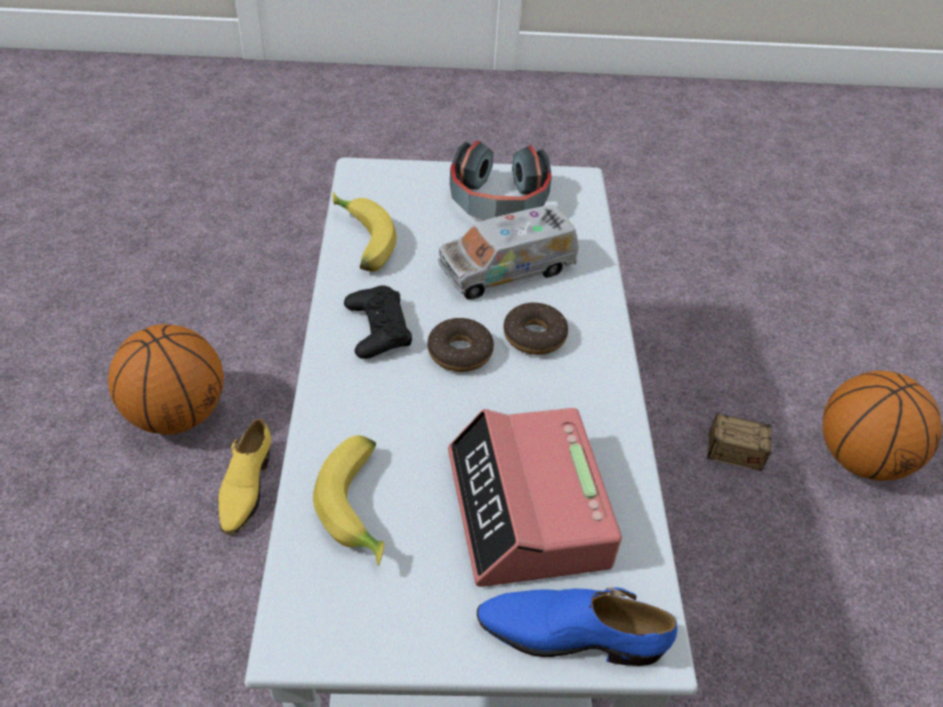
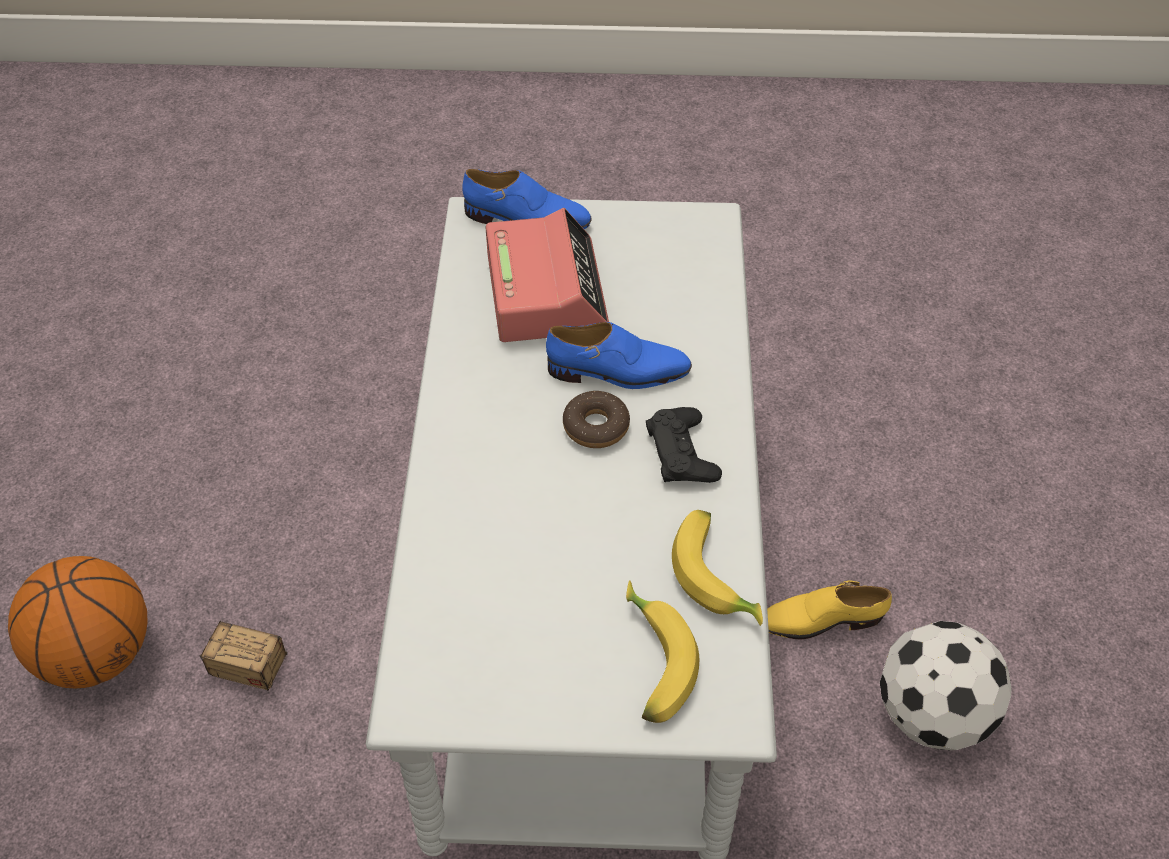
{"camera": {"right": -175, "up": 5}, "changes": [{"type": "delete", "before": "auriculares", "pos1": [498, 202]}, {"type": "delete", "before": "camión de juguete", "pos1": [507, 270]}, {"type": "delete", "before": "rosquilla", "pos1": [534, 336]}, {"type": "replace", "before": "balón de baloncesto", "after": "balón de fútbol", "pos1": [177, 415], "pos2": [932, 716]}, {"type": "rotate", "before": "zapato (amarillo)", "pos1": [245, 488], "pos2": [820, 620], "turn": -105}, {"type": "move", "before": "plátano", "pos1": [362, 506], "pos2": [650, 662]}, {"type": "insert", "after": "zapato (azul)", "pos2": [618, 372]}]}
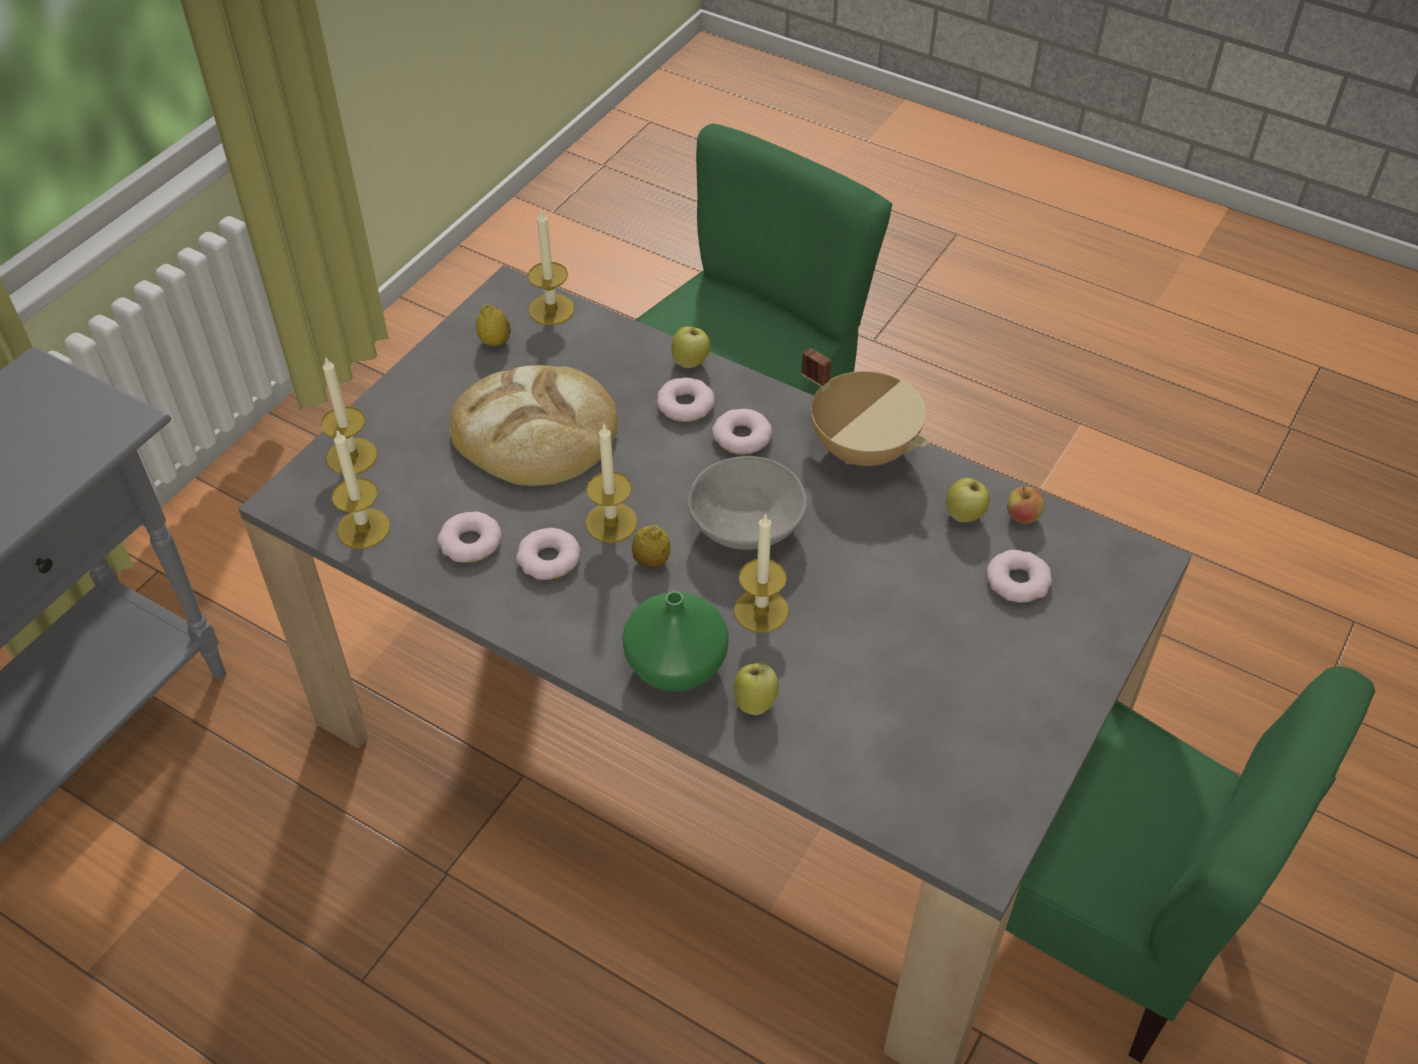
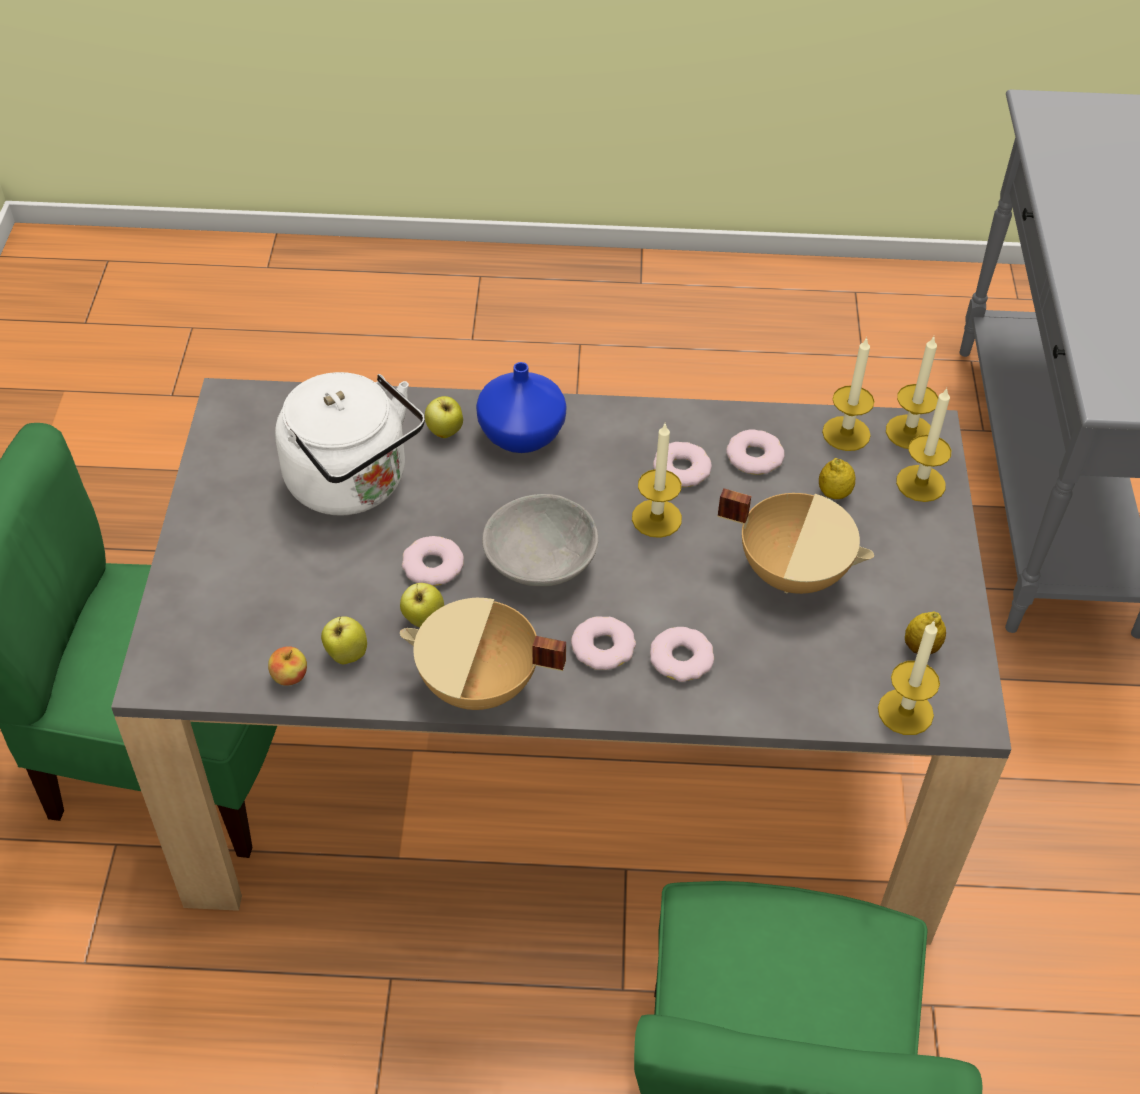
{"camera": {"right": 150, "up": 0}, "changes": [{"type": "move", "before": "manzana", "pos1": [691, 362], "pos2": [423, 620]}, {"type": "replace", "before": "pan", "after": "olla (beis)", "pos1": [536, 431], "pos2": [792, 571]}, {"type": "move", "before": "vela", "pos1": [761, 610], "pos2": [909, 432]}, {"type": "move", "before": "limón", "pos1": [651, 561], "pos2": [834, 493]}, {"type": "move", "before": "rosquilla", "pos1": [1018, 581], "pos2": [433, 566]}, {"type": "recolor", "before": "florero (verde)", "after": "florero (azul)", "pos1": [677, 663], "pos2": [521, 436]}, {"type": "insert", "after": "hervidor (blanco)", "pos2": [353, 485]}]}
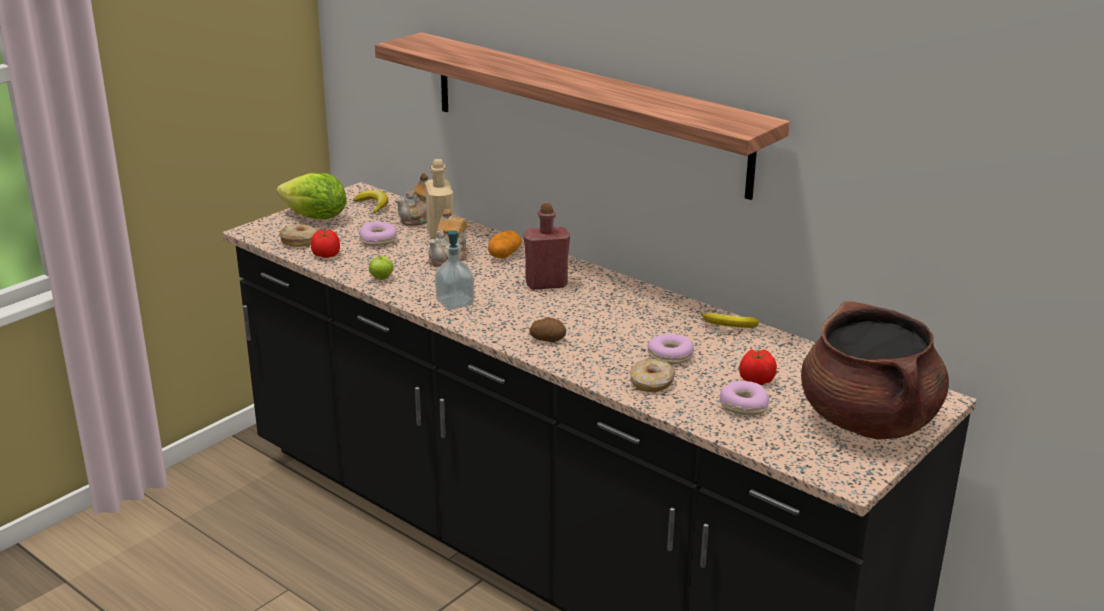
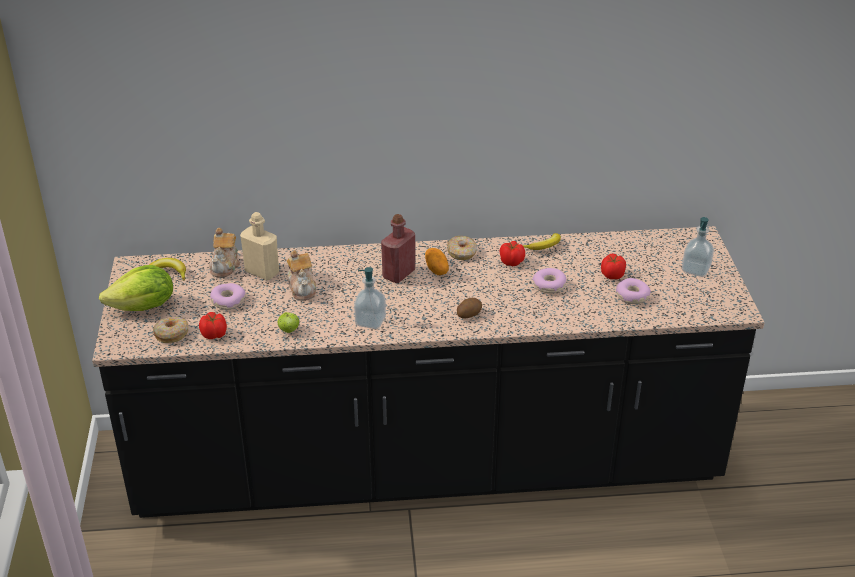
{"camera": {"right": -45, "up": 10}, "changes": [{"type": "delete", "before": "estante", "pos1": [585, 111]}, {"type": "move", "before": "patata", "pos1": [504, 254], "pos2": [436, 269]}, {"type": "replace", "before": "olla (marrón)", "after": "dispensador de jabón", "pos1": [868, 421], "pos2": [695, 269]}, {"type": "move", "before": "rosquilla", "pos1": [652, 383], "pos2": [462, 253]}, {"type": "insert", "after": "tomate", "pos2": [511, 262]}]}
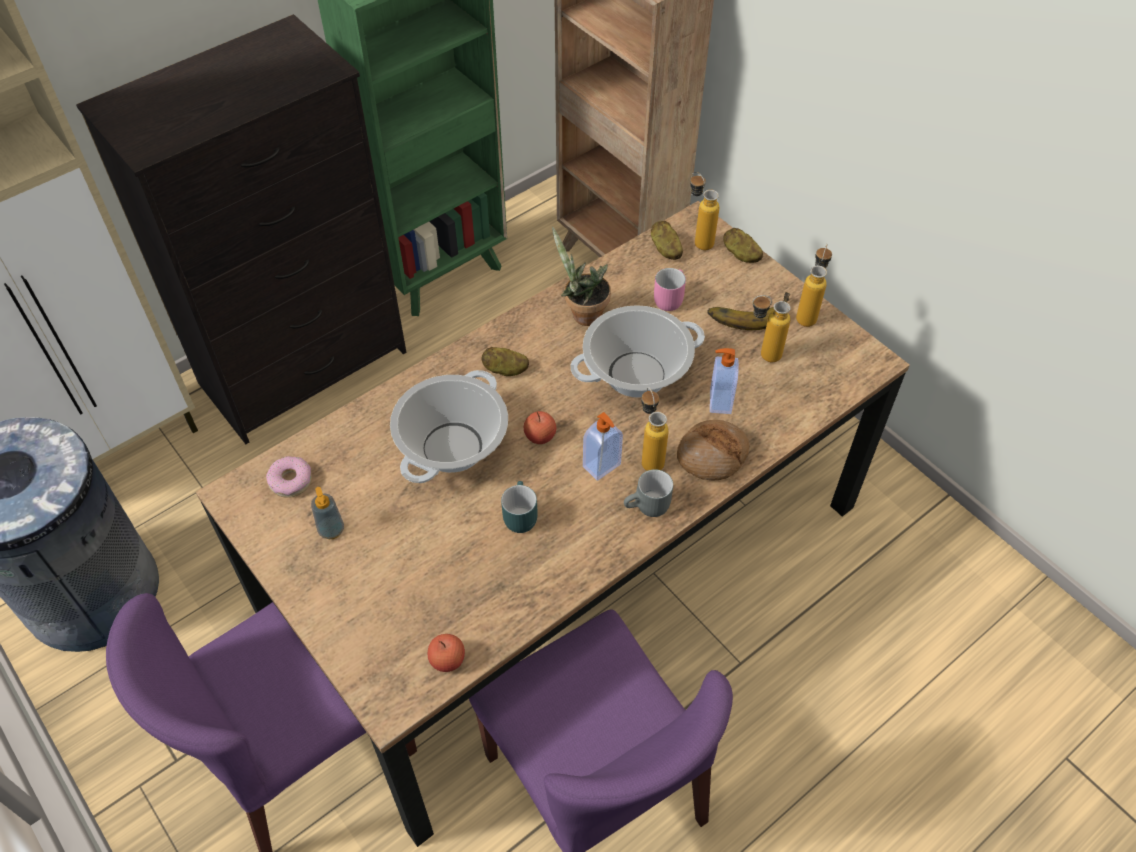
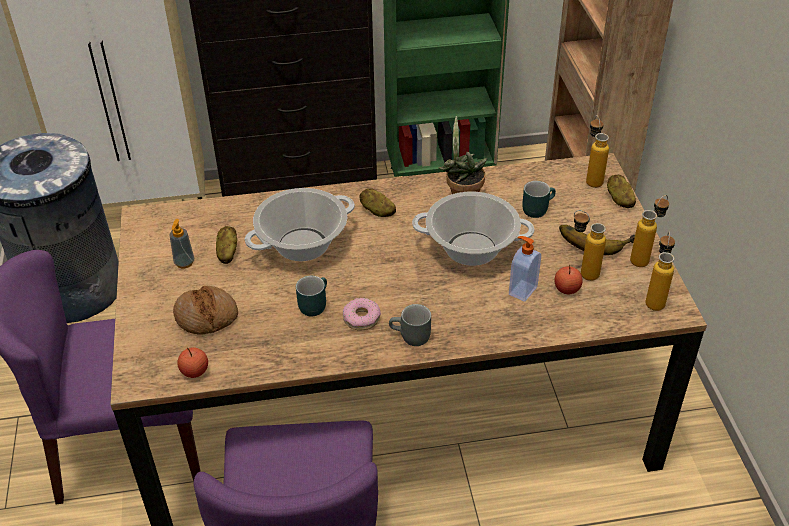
{"camera": {"right": 30, "up": -10}, "changes": [{"type": "move", "before": "patata", "pos1": [665, 249], "pos2": [227, 253]}, {"type": "recolor", "before": "taza grande (rosa)", "after": "taza grande (turquesa)", "pos1": [668, 298], "pos2": [536, 208]}, {"type": "move", "before": "botella", "pos1": [649, 457], "pos2": [655, 299]}, {"type": "move", "before": "manzana", "pos1": [540, 436], "pos2": [567, 289]}, {"type": "delete", "before": "dispensador de jabón", "pos1": [602, 466]}, {"type": "move", "before": "pan", "pos1": [712, 455], "pos2": [206, 316]}, {"type": "move", "before": "rosquilla", "pos1": [290, 481], "pos2": [361, 318]}]}
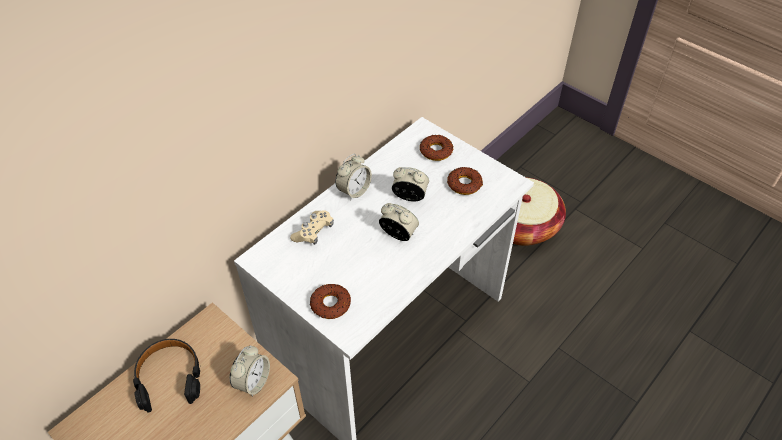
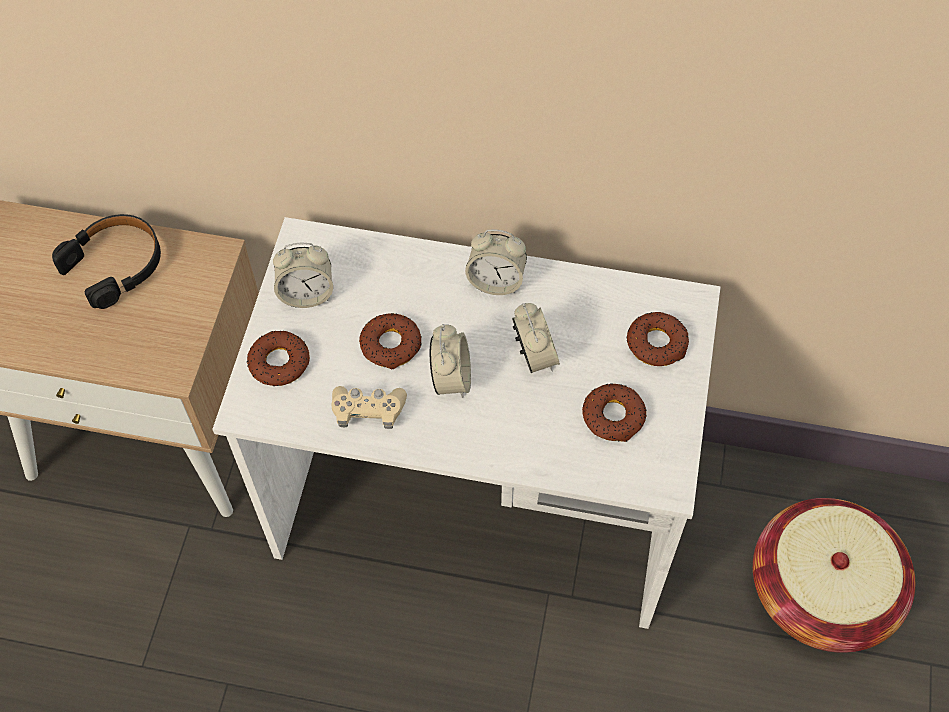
{"camera": {"right": 60, "up": 10}, "changes": [{"type": "move", "before": "mando de consola (beis)", "pos1": [313, 232], "pos2": [368, 411]}, {"type": "move", "before": "despertador", "pos1": [253, 382], "pos2": [307, 294]}, {"type": "insert", "after": "rosquilla", "pos2": [391, 345]}]}
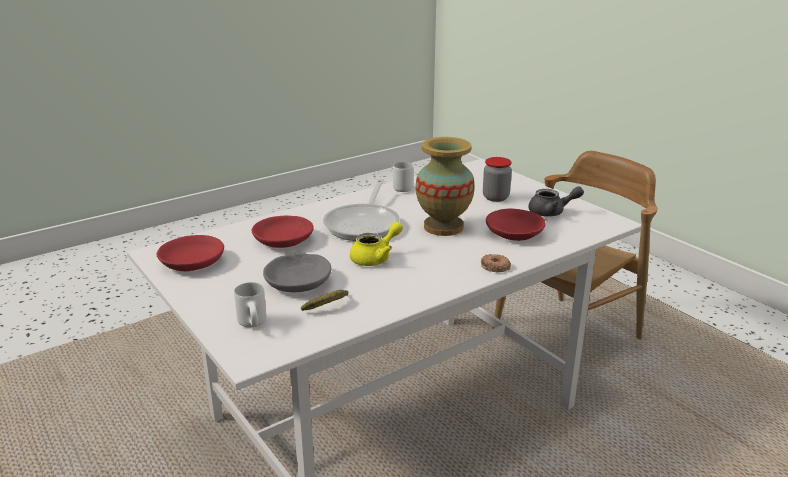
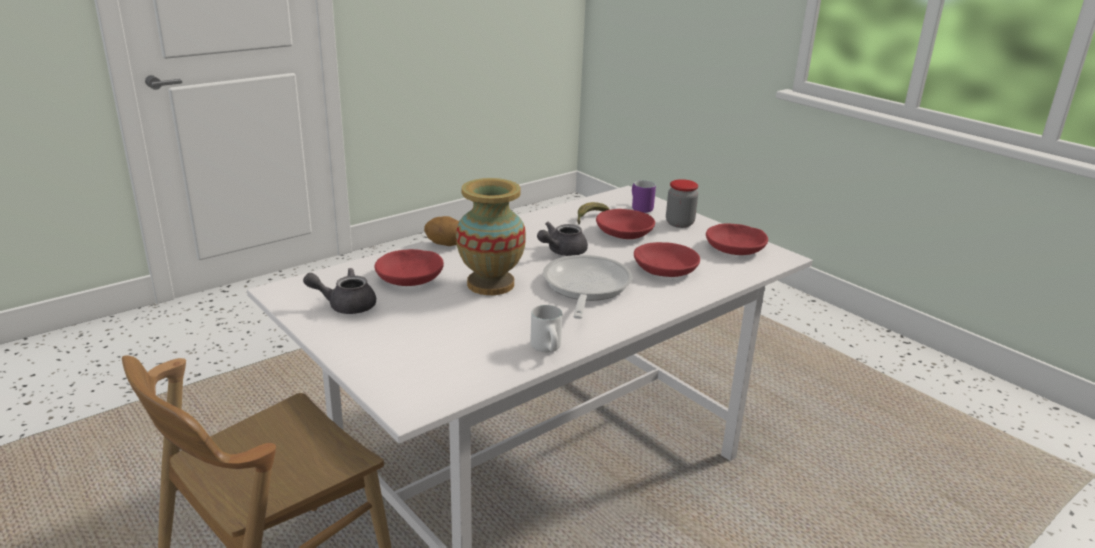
{"camera": {"right": 175, "up": 0}, "changes": [{"type": "move", "before": "tarro", "pos1": [495, 197], "pos2": [679, 223]}, {"type": "recolor", "before": "tetera (amarillo)", "after": "tetera (gris)", "pos1": [376, 258], "pos2": [561, 252]}, {"type": "recolor", "before": "cuenco (gris)", "after": "cuenco (rojo)", "pos1": [299, 282], "pos2": [624, 233]}, {"type": "replace", "before": "rosquilla", "after": "patata", "pos1": [495, 266], "pos2": [445, 244]}, {"type": "recolor", "before": "taza grande (blanco)", "after": "taza grande (morado)", "pos1": [255, 324], "pos2": [638, 208]}]}
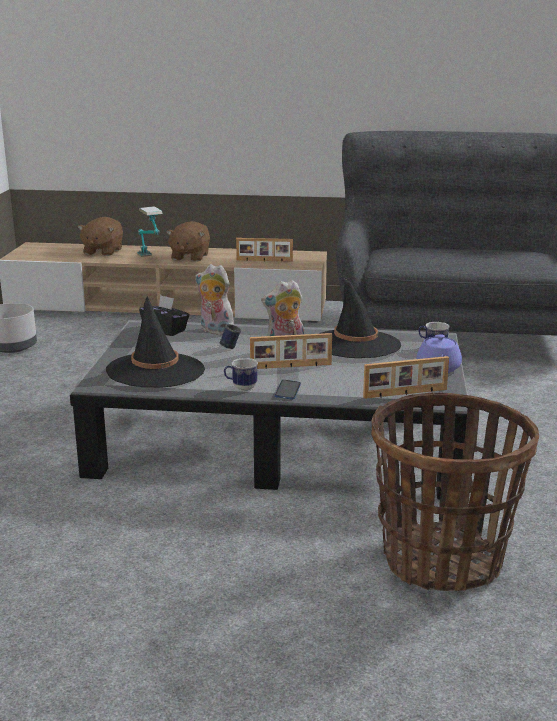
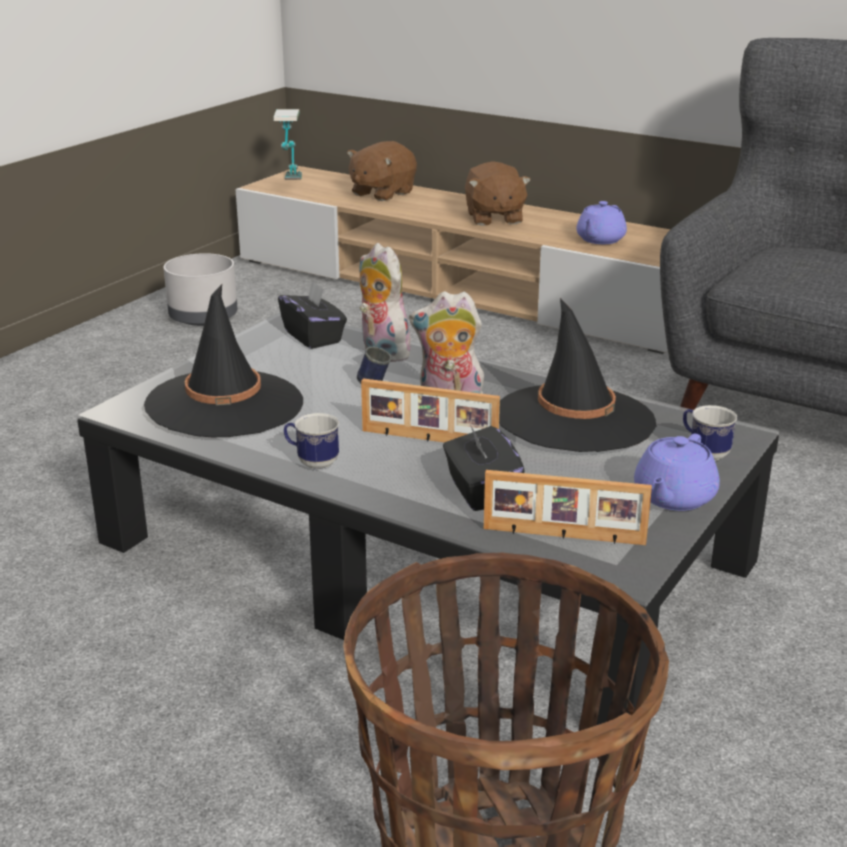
{"camera": {"right": 25, "up": 5}, "changes": [{"type": "move", "before": "lámpara de mesa", "pos1": [150, 259], "pos2": [291, 185]}, {"type": "rotate", "before": "peluche (marrón)", "pos1": [189, 257], "pos2": [493, 218], "turn": -45}, {"type": "replace", "before": "portarretratos", "after": "tetera (morado)", "pos1": [264, 260], "pos2": [599, 240]}, {"type": "delete", "before": "móvil", "pos1": [287, 391]}, {"type": "insert", "after": "caja de pañuelos (negro)", "pos2": [481, 491]}]}
